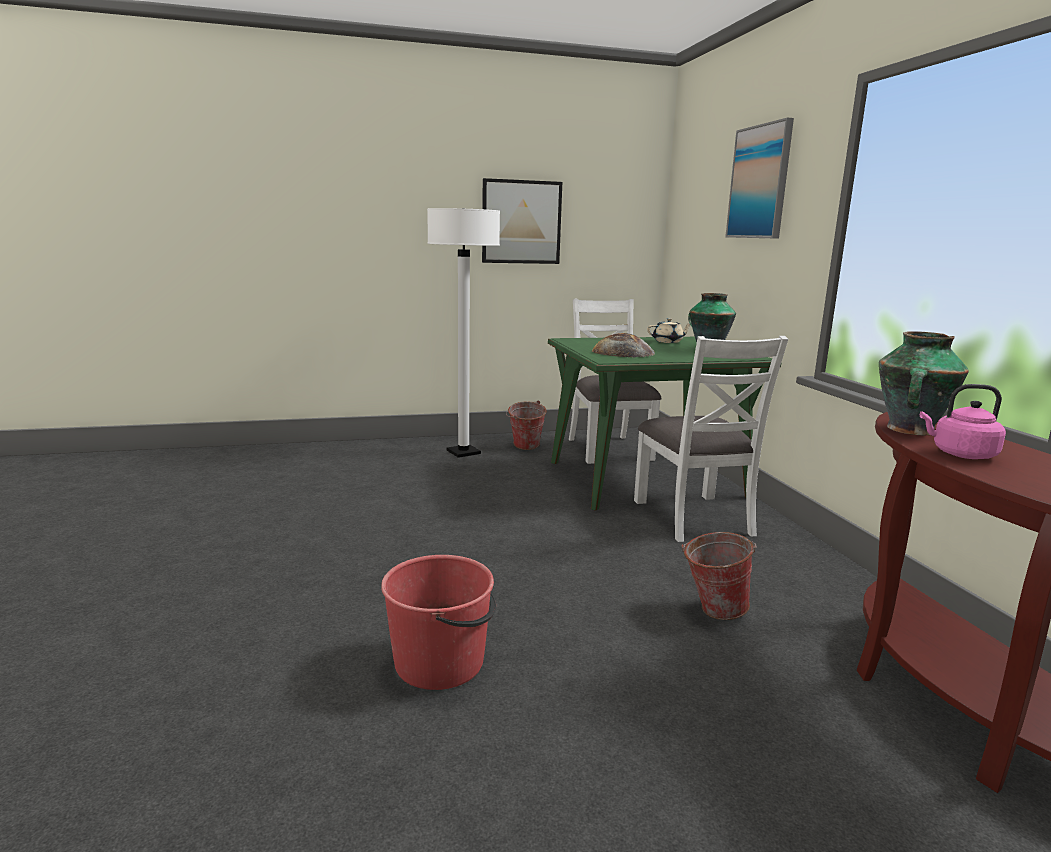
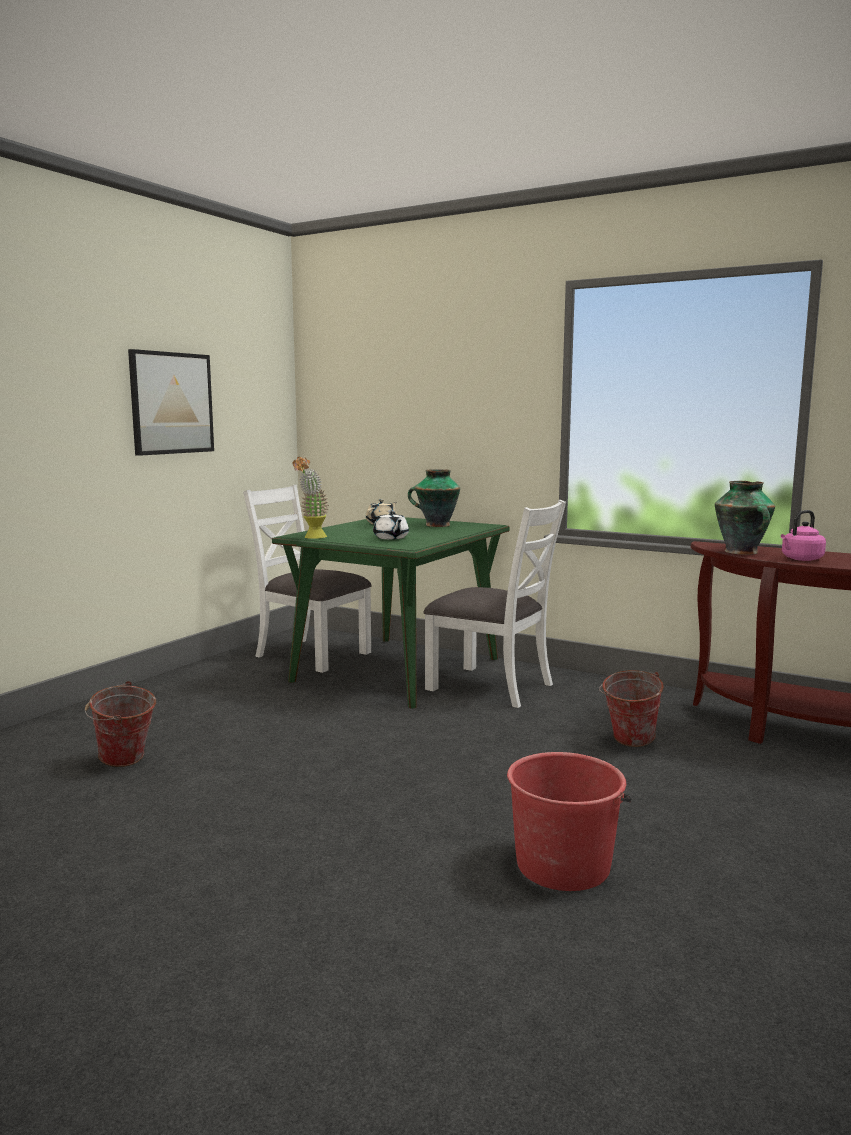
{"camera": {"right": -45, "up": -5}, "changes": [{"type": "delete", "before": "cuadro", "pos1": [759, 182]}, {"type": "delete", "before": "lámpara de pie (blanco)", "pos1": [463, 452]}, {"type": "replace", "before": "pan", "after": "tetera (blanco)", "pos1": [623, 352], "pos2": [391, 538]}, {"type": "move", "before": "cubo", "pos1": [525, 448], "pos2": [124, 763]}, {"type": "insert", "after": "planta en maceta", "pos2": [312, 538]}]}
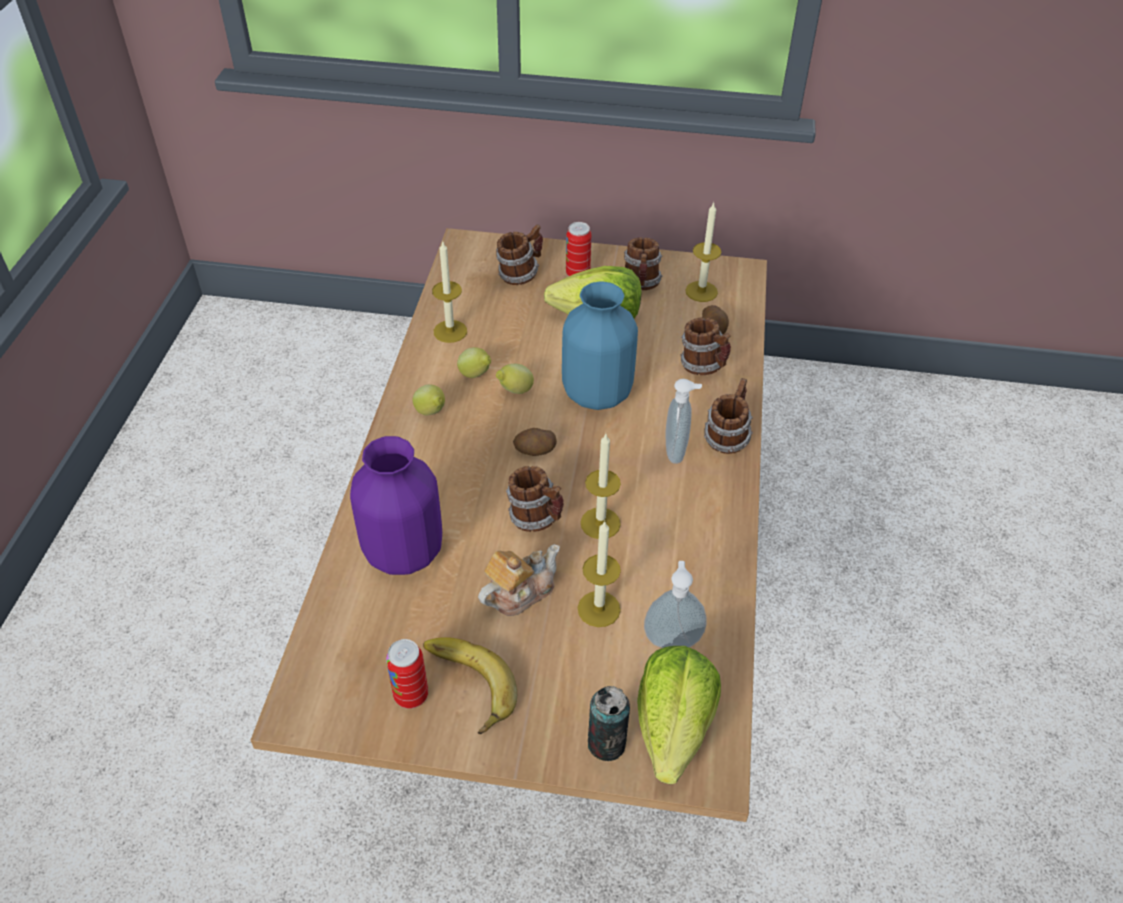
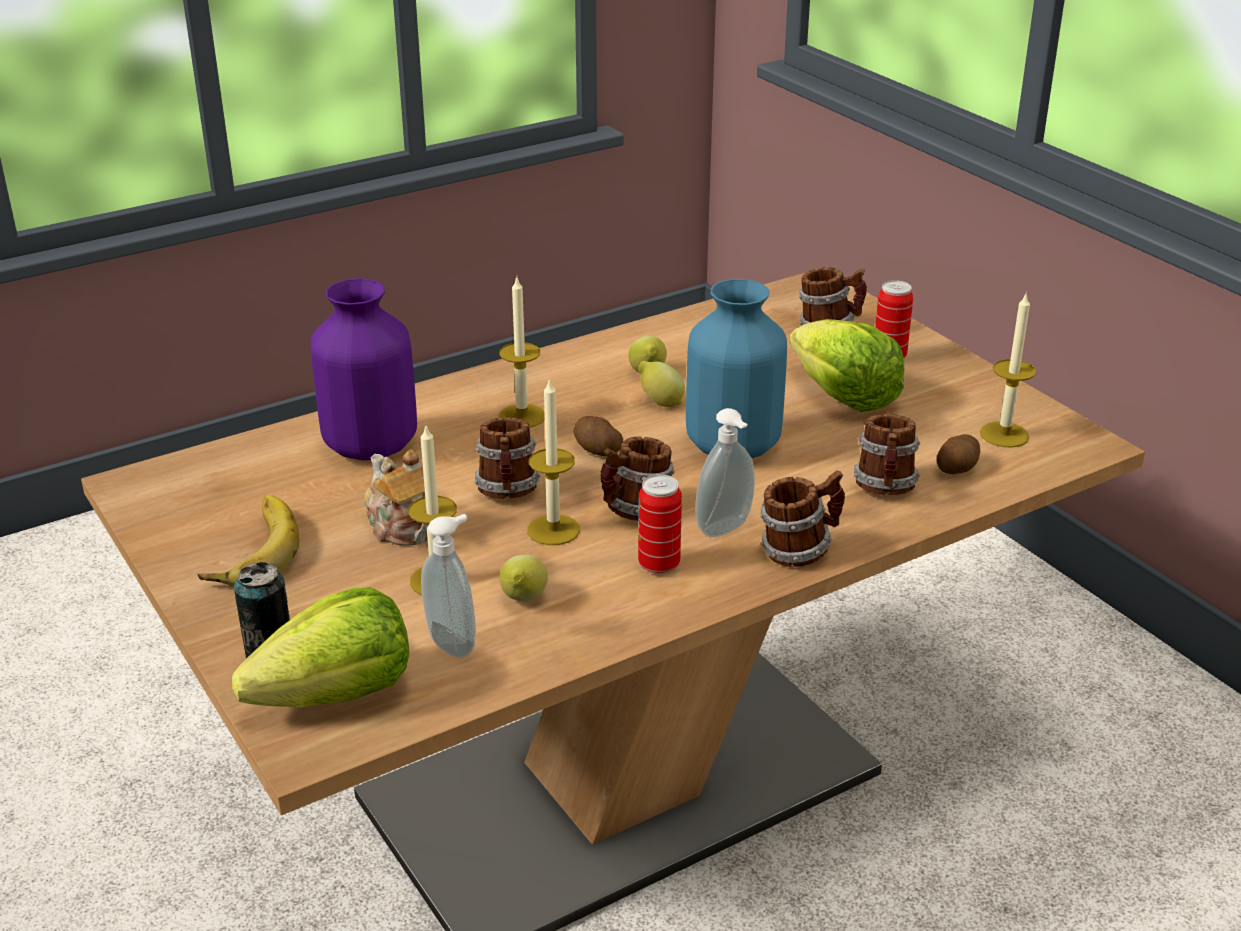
{"camera": {"right": 50, "up": -15}, "changes": [{"type": "move", "before": "taza grande", "pos1": [641, 285], "pos2": [635, 512]}, {"type": "move", "before": "vela", "pos1": [450, 331], "pos2": [522, 416]}, {"type": "move", "before": "limón", "pos1": [431, 413], "pos2": [523, 600]}, {"type": "rotate", "before": "tetera", "pos1": [519, 592], "pos2": [400, 526], "turn": -135}, {"type": "move", "before": "lata", "pos1": [411, 695], "pos2": [659, 564]}]}
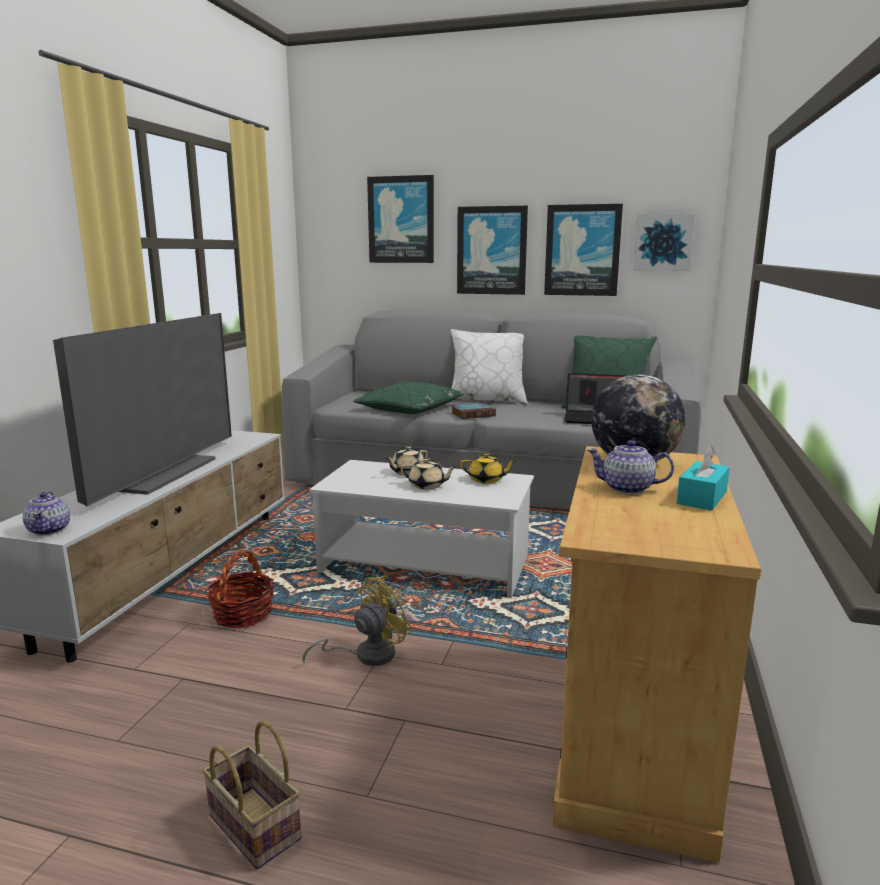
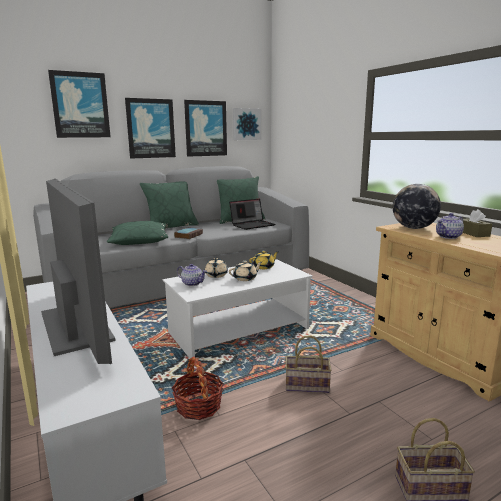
{"camera": {"right": -45, "up": 0}, "changes": [{"type": "recolor", "before": "cojín (blanco)", "after": "cojín (verde)", "pos1": [487, 400], "pos2": [171, 227]}, {"type": "recolor", "before": "caja de pañuelos (turquesa)", "after": "caja de pañuelos (marrón)", "pos1": [702, 498], "pos2": [473, 233]}, {"type": "move", "before": "tetera", "pos1": [49, 530], "pos2": [192, 283]}, {"type": "replace", "before": "ventilador (amarillo)", "after": "cesta", "pos1": [366, 655], "pos2": [306, 386]}]}
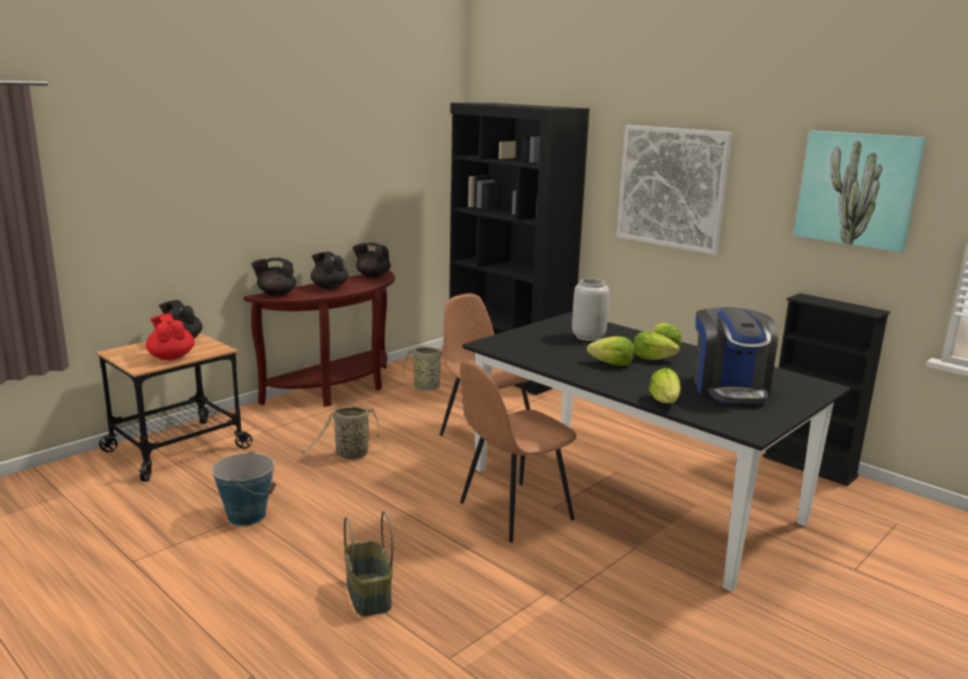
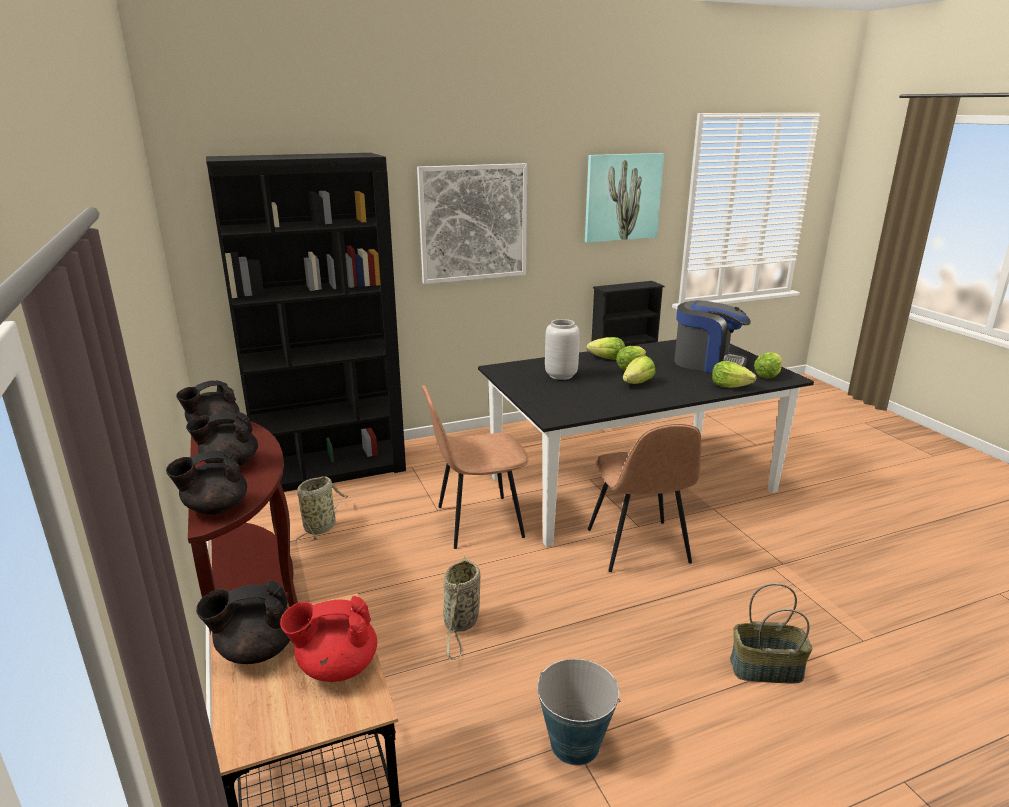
{"camera": {"right": -65, "up": 5}, "changes": [{"type": "rotate", "before": "tetera (negro)", "pos1": [276, 294], "pos2": [215, 508], "turn": 45}, {"type": "insert", "after": "lechuga", "pos2": [767, 375]}]}
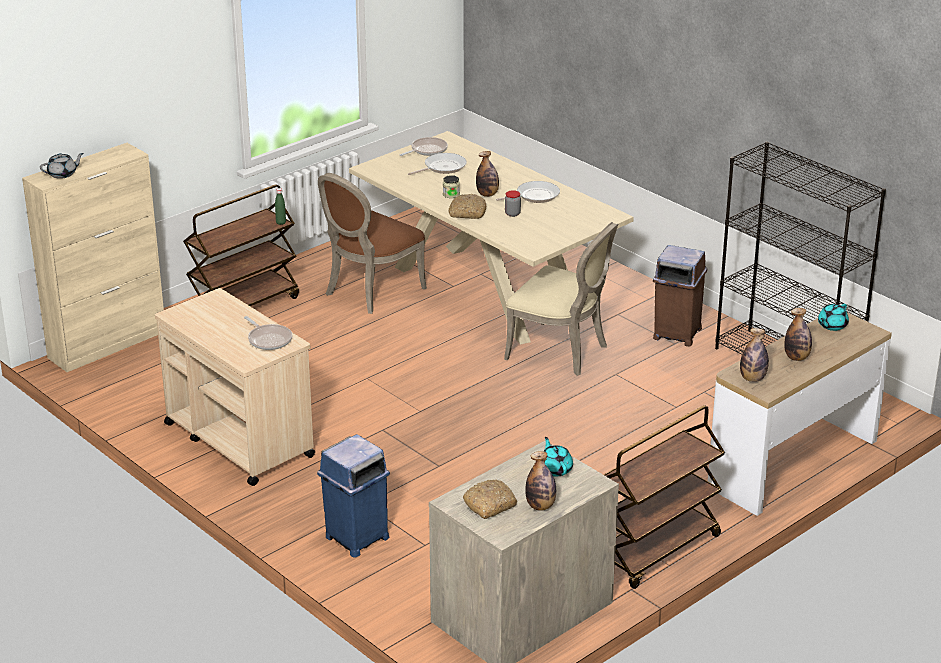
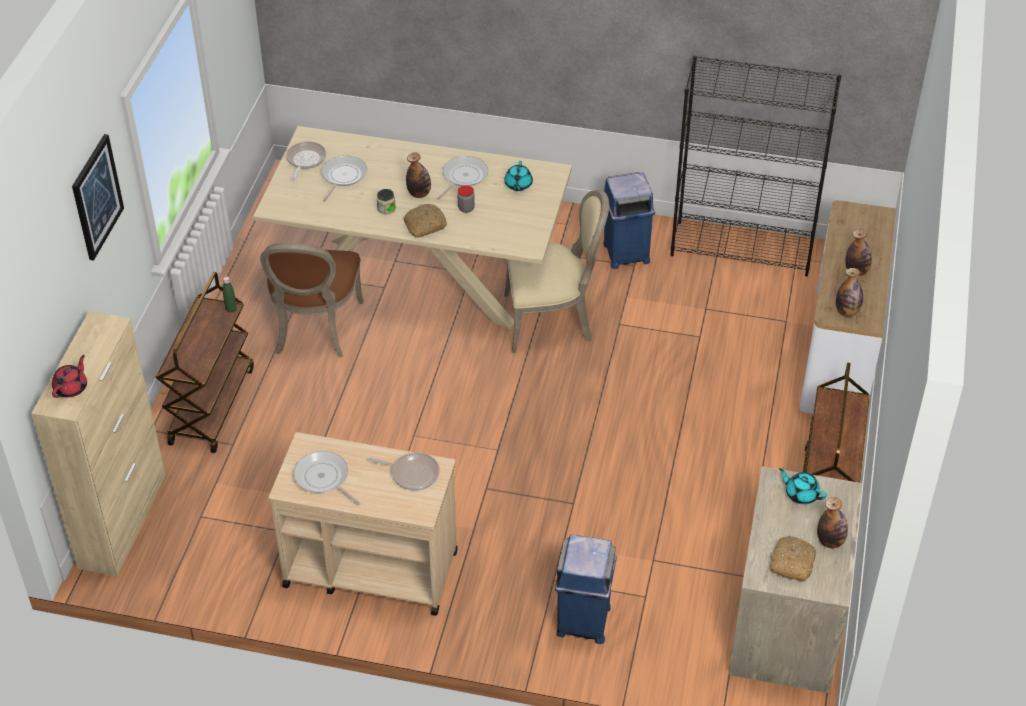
{"camera": {"right": -35, "up": 15}, "changes": [{"type": "recolor", "before": "tetera (gris)", "after": "tetera (rojo)", "pos1": [63, 174], "pos2": [71, 388]}, {"type": "recolor", "before": "papelera (marrón)", "after": "papelera (azul)", "pos1": [676, 333], "pos2": [625, 253]}, {"type": "move", "before": "tetera (turquesa)", "pos1": [832, 325], "pos2": [518, 185]}, {"type": "insert", "after": "cuadro", "pos2": [96, 197]}, {"type": "insert", "after": "sartén", "pos2": [323, 478]}]}
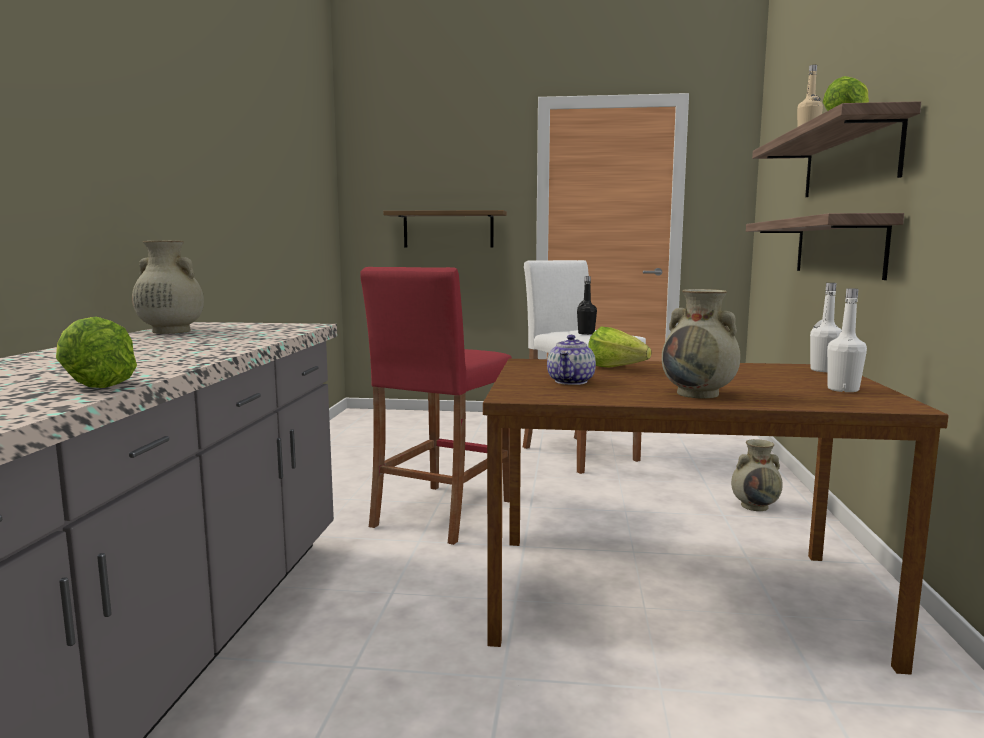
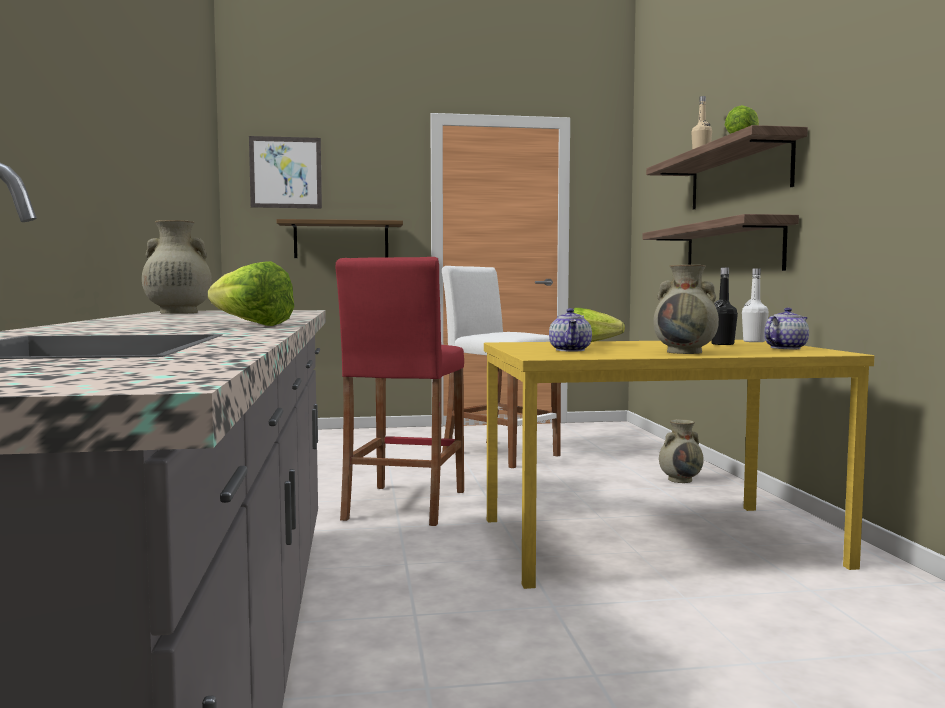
{"camera": {"right": -15, "up": -5}, "changes": [{"type": "move", "before": "botella (negro)", "pos1": [586, 333], "pos2": [722, 344]}, {"type": "replace", "before": "botella (blanco)", "after": "tetera", "pos1": [843, 389], "pos2": [785, 348]}, {"type": "recolor", "before": "mesa de comedor (marrón)", "after": "mesa de comedor (amarillo)", "pos1": [676, 594], "pos2": [656, 541]}, {"type": "insert", "after": "cuadro", "pos2": [285, 172]}]}
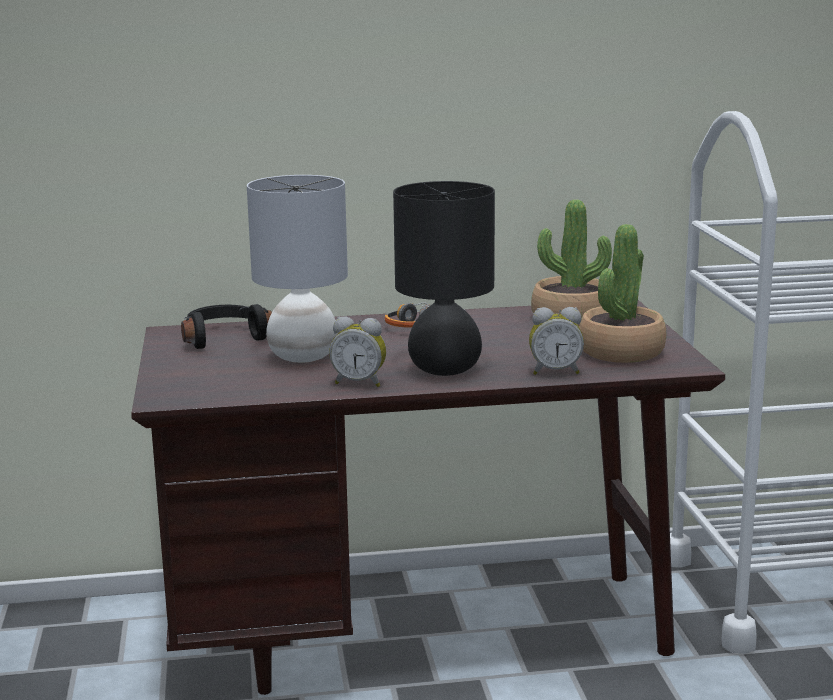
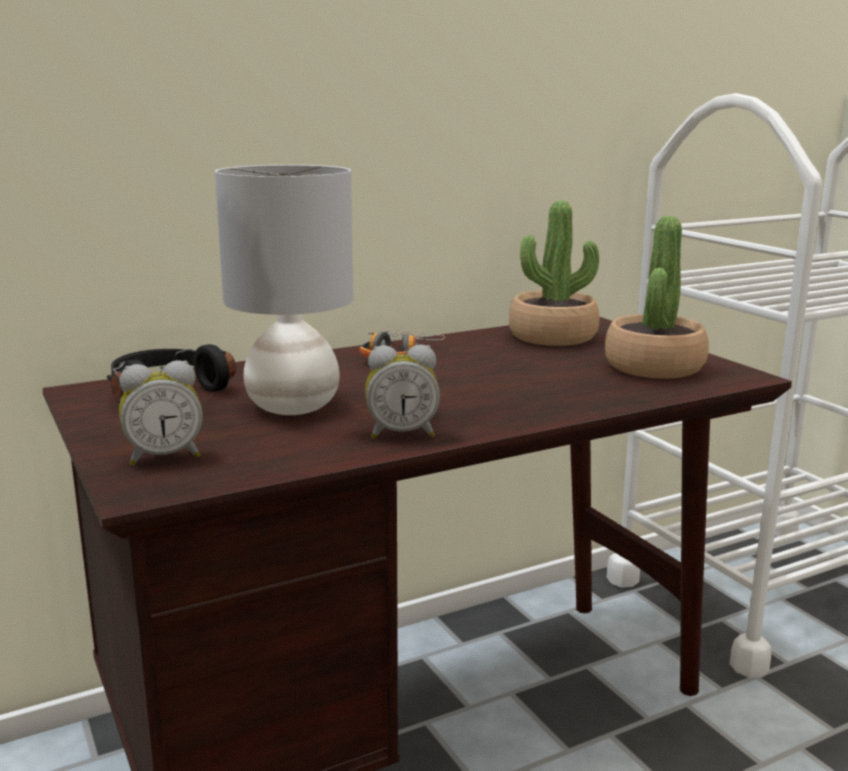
{"camera": {"right": -20, "up": 0}, "changes": [{"type": "delete", "before": "lámpara de mesa (negro)", "pos1": [446, 369]}, {"type": "move", "before": "despertador", "pos1": [555, 371], "pos2": [164, 457]}]}
